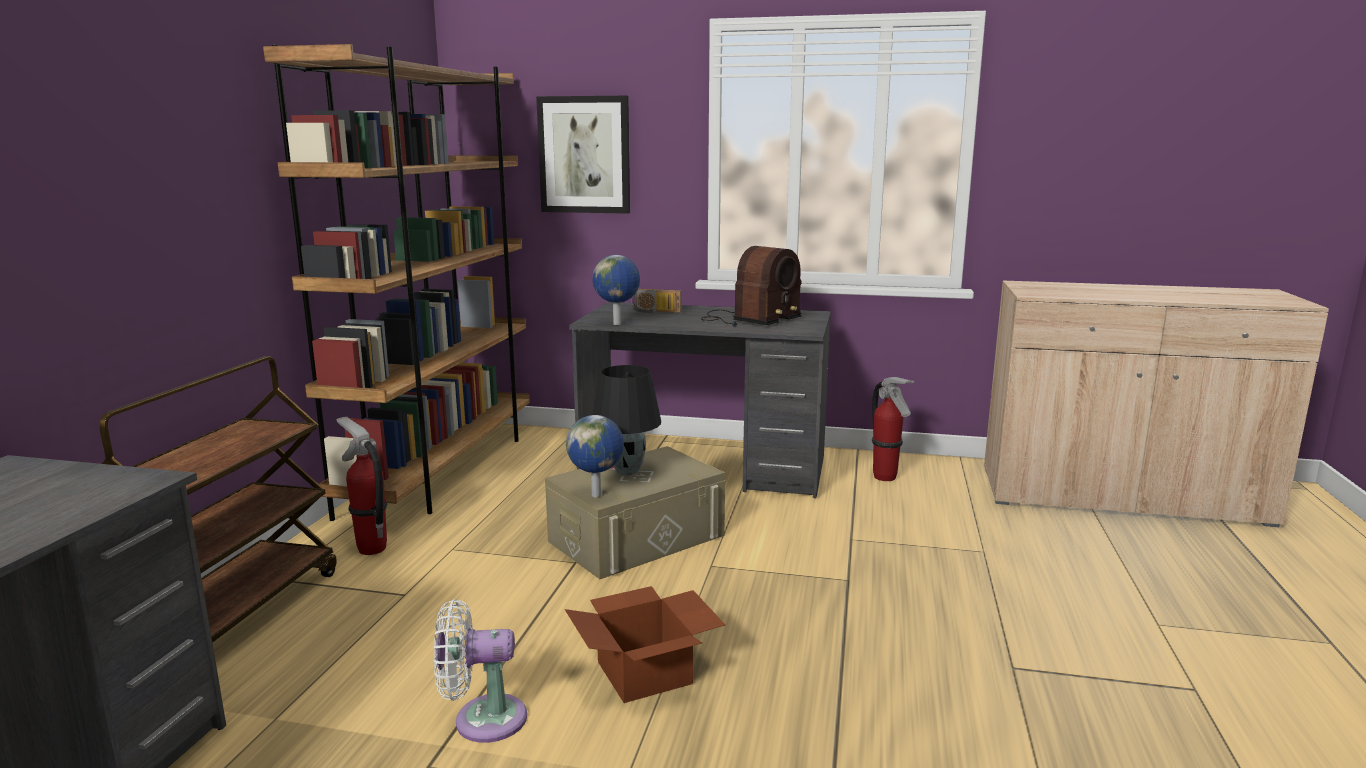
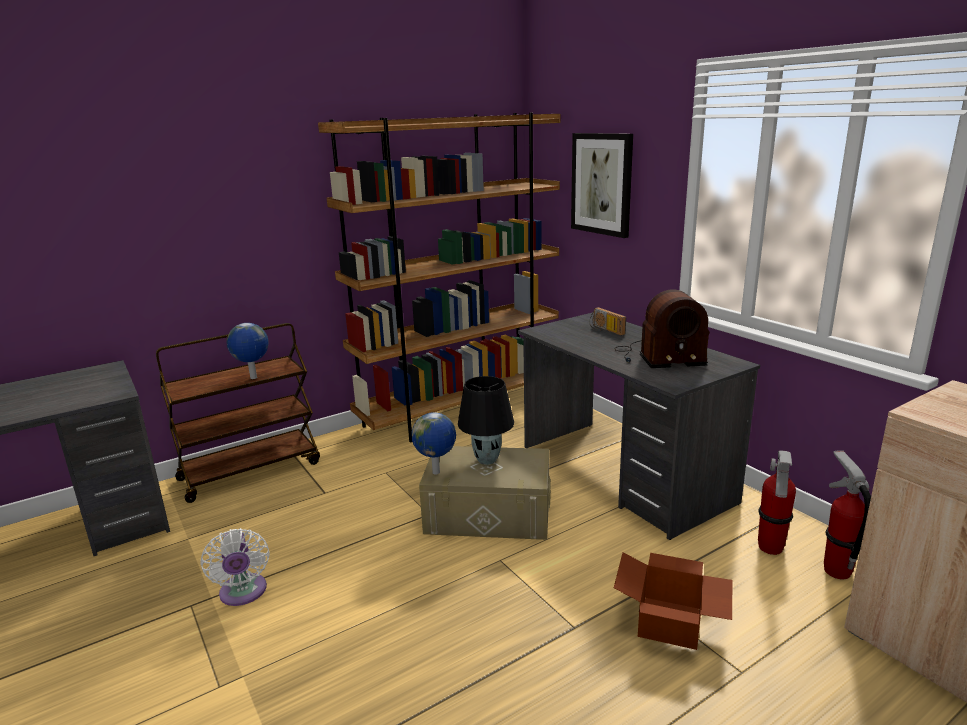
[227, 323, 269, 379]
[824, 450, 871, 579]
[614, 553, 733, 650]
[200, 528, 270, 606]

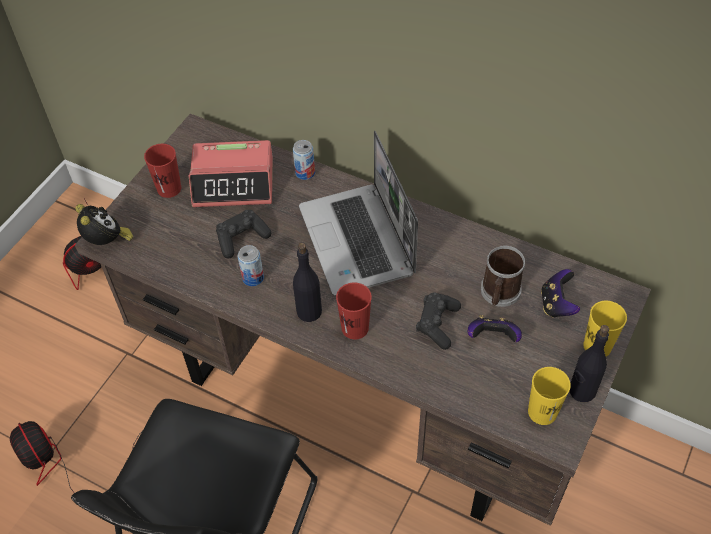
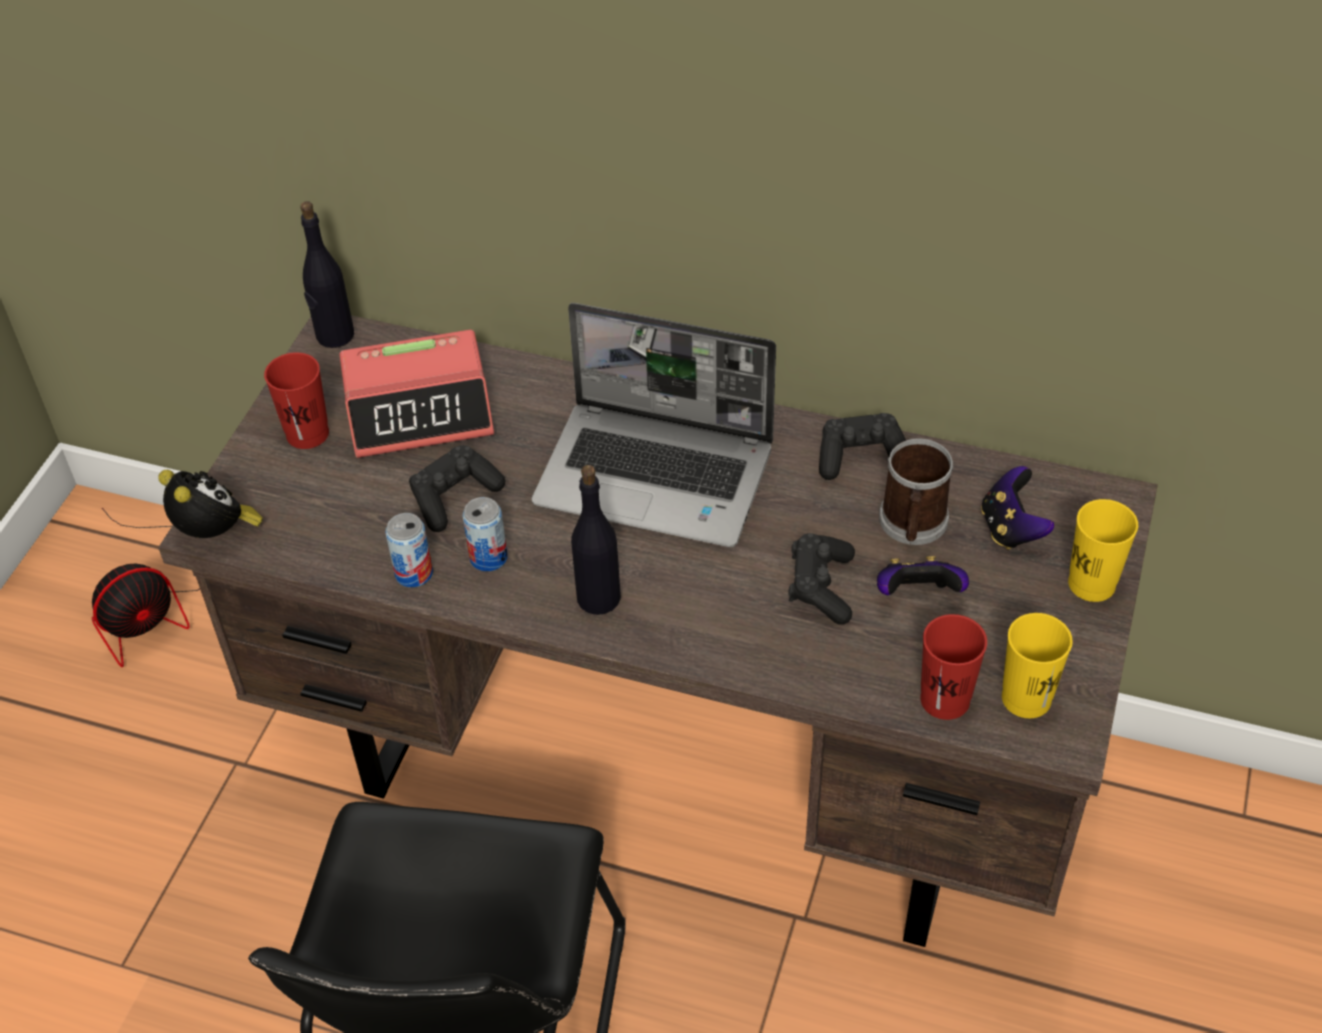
[532, 303, 776, 547]
[385, 513, 433, 587]
[921, 614, 987, 720]
[300, 201, 354, 348]
[10, 421, 142, 493] (first image)
[819, 413, 906, 480]

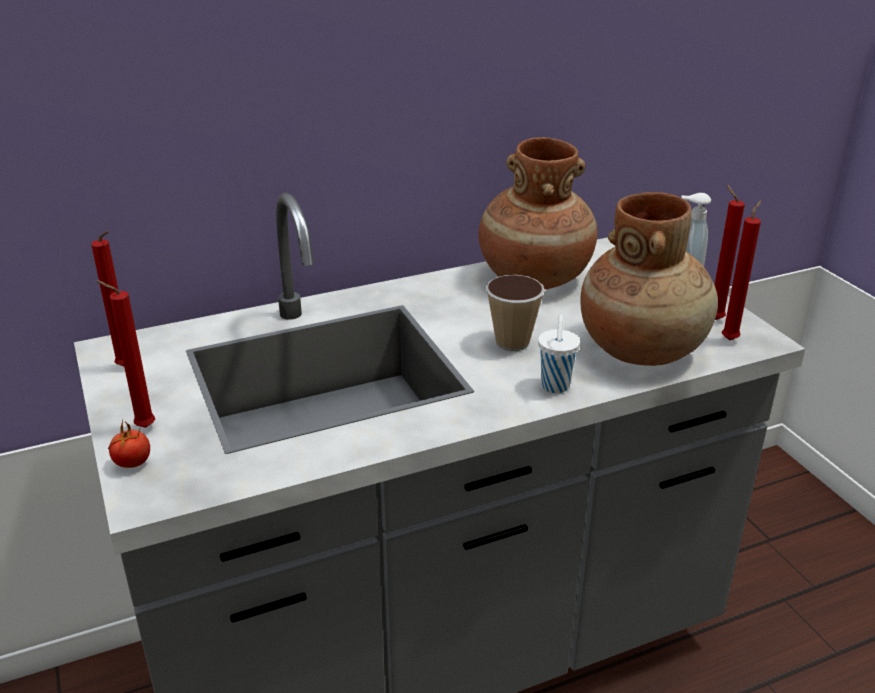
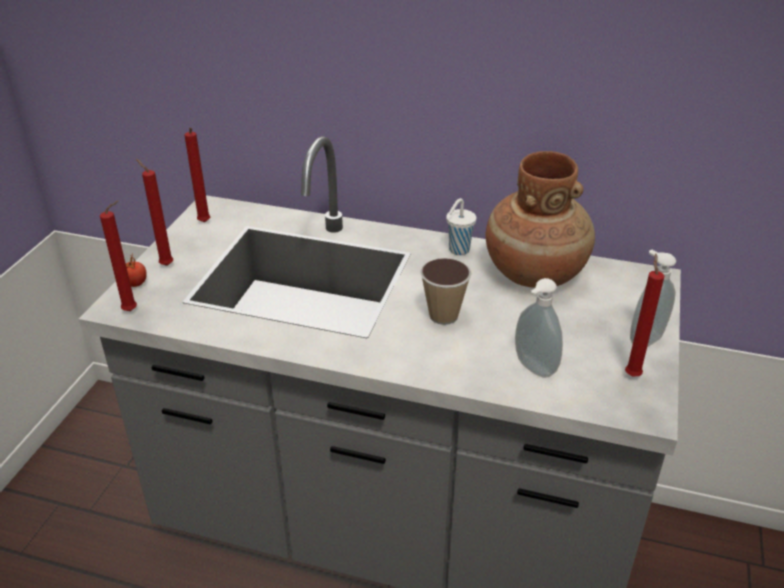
[515, 278, 563, 378]
[100, 201, 137, 311]
[446, 198, 476, 255]

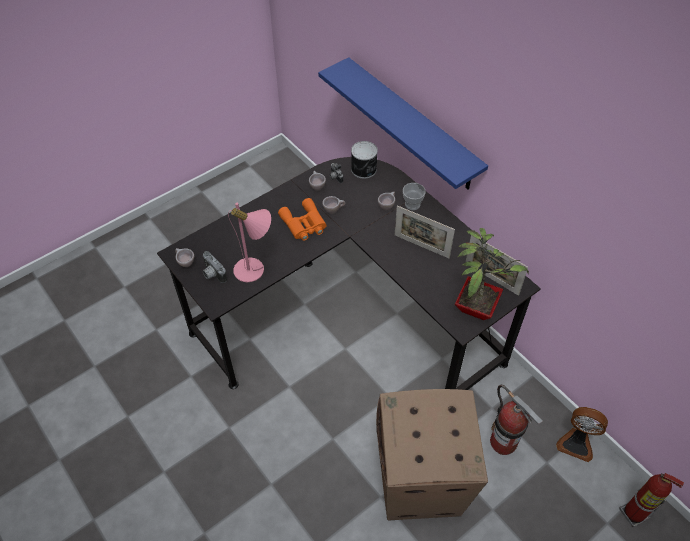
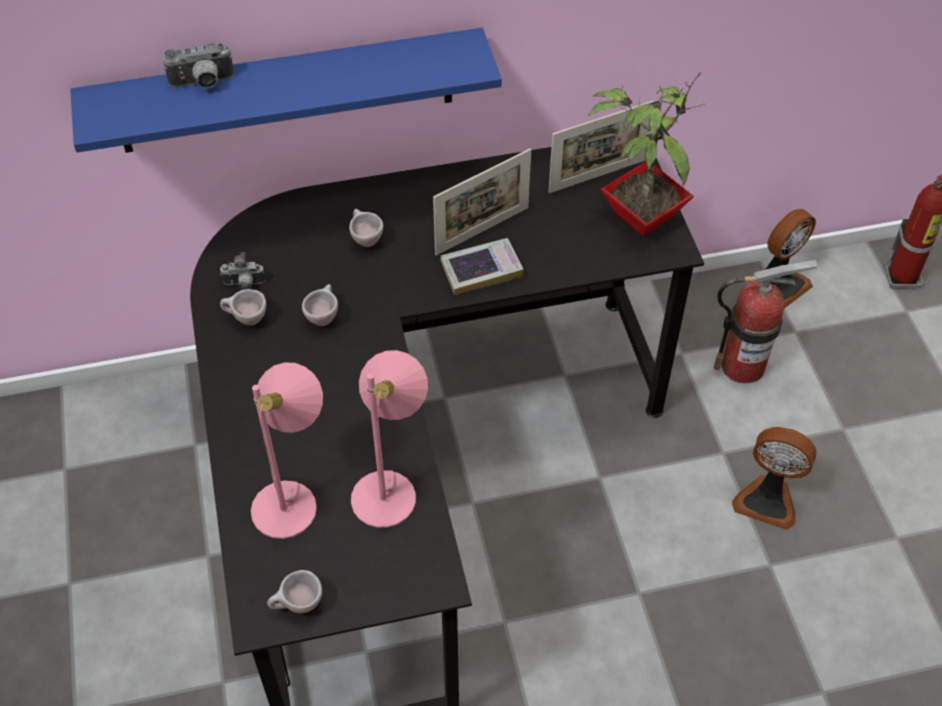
[351, 141, 378, 179] (first image)
[403, 183, 426, 210] (first image)
[278, 198, 327, 241] (first image)
[163, 43, 234, 88]
[732, 427, 816, 530]
[440, 238, 524, 295]
[251, 362, 323, 539]

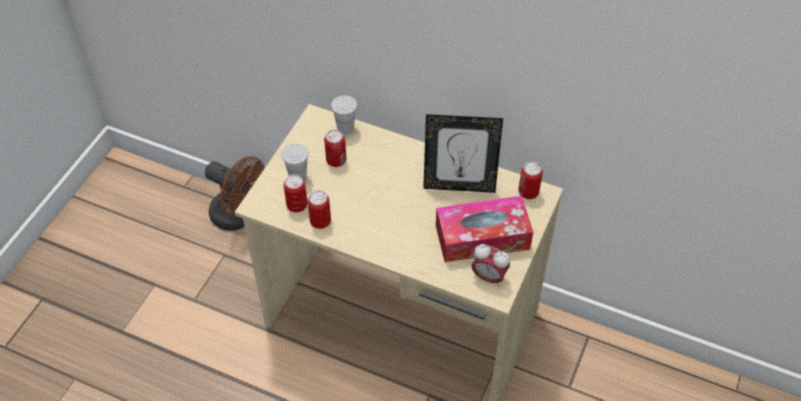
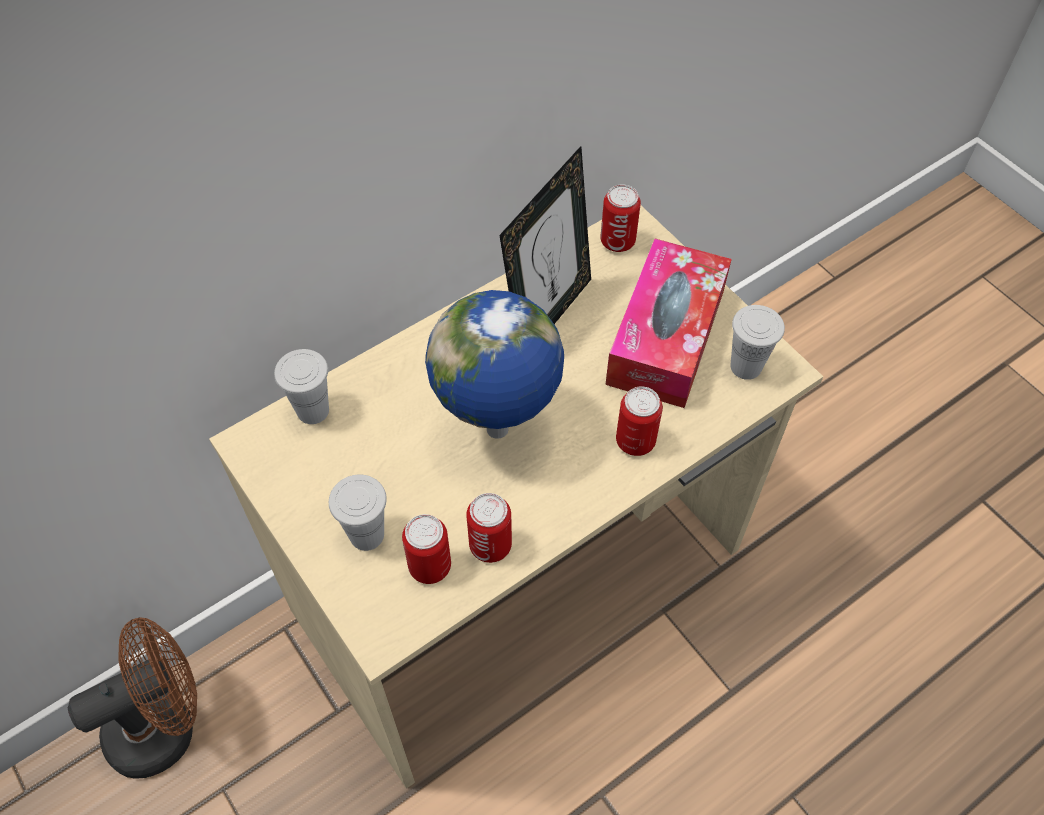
[616, 387, 663, 456]
[730, 305, 785, 380]
[425, 290, 564, 439]

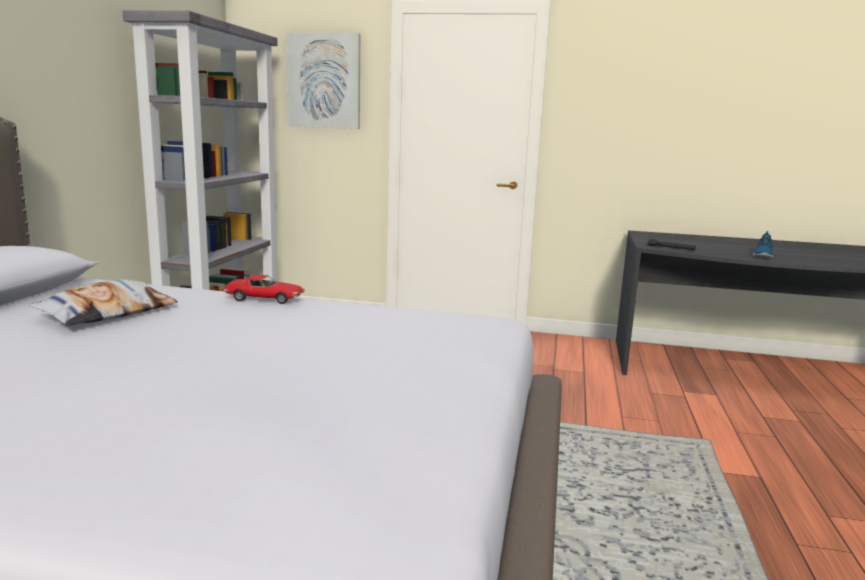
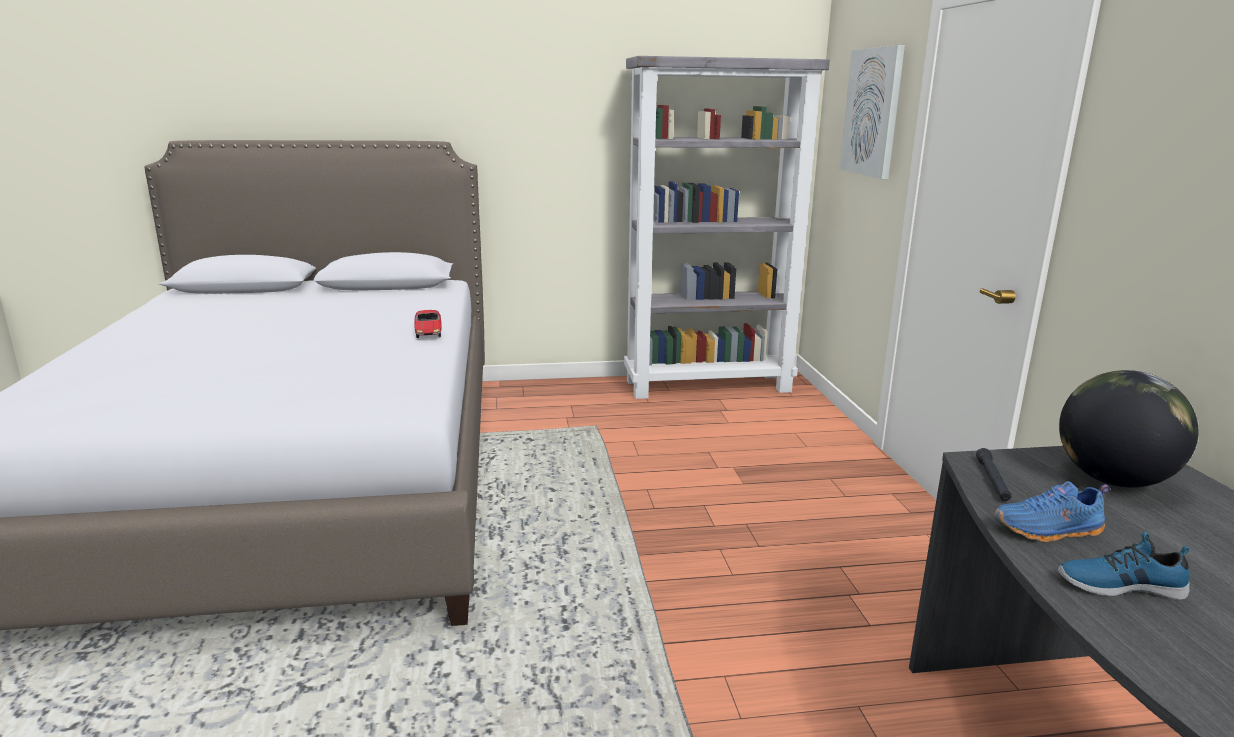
[28, 279, 178, 326] (first image)
[1059, 370, 1198, 488]
[994, 481, 1110, 542]

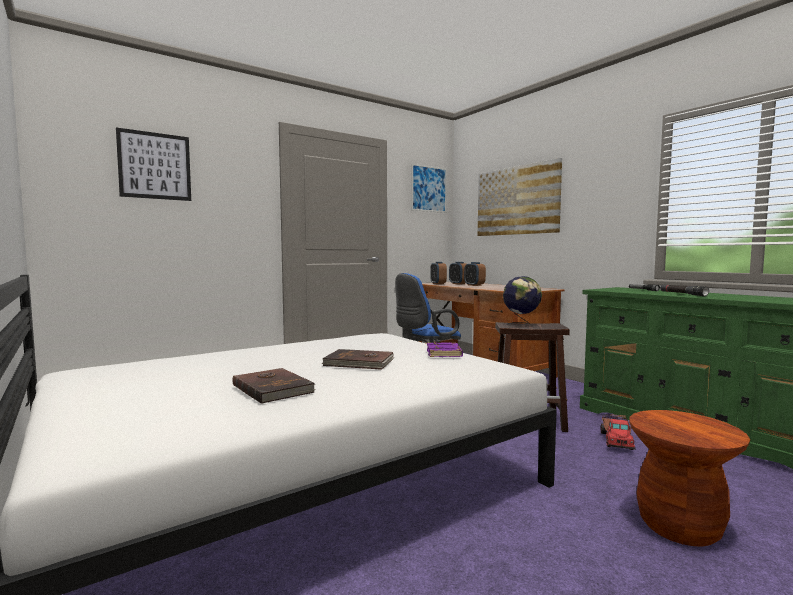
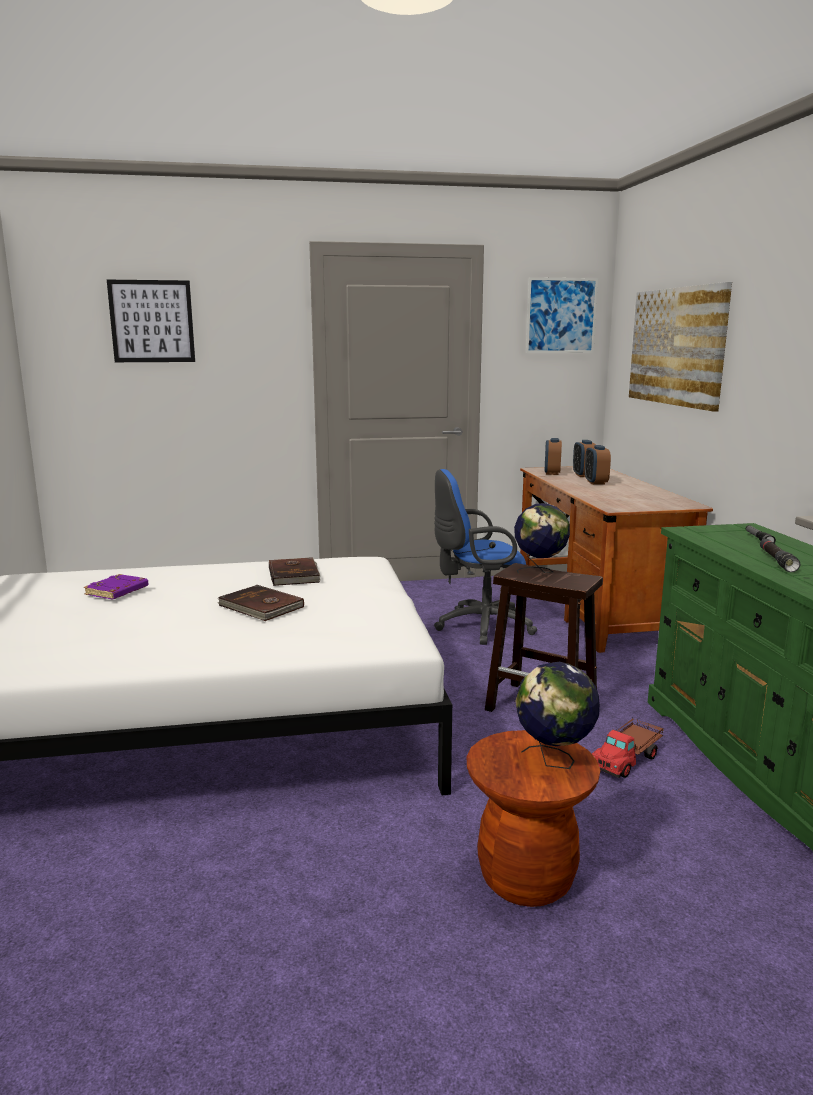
[84, 574, 149, 599]
[269, 557, 320, 586]
[515, 662, 600, 769]

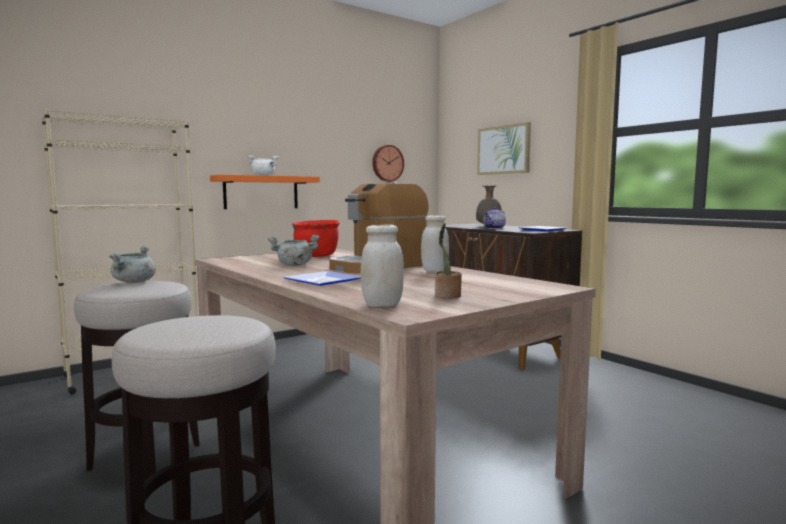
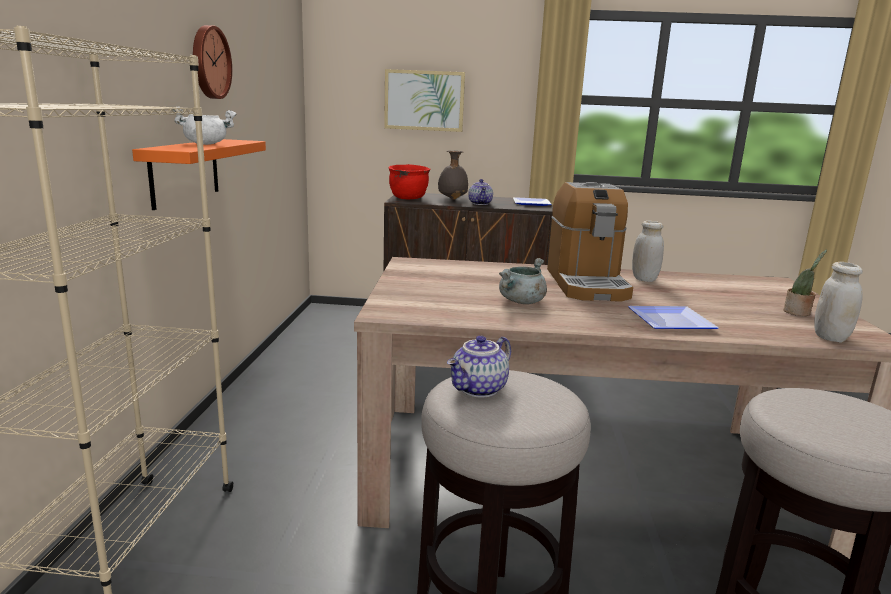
[193, 25, 232, 99]
[388, 164, 430, 199]
[447, 335, 511, 397]

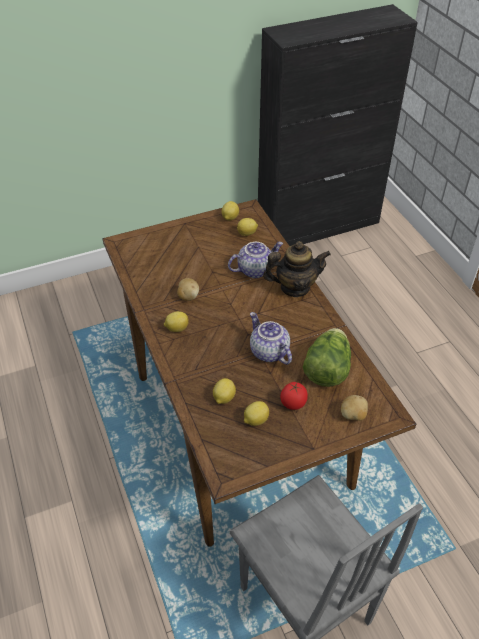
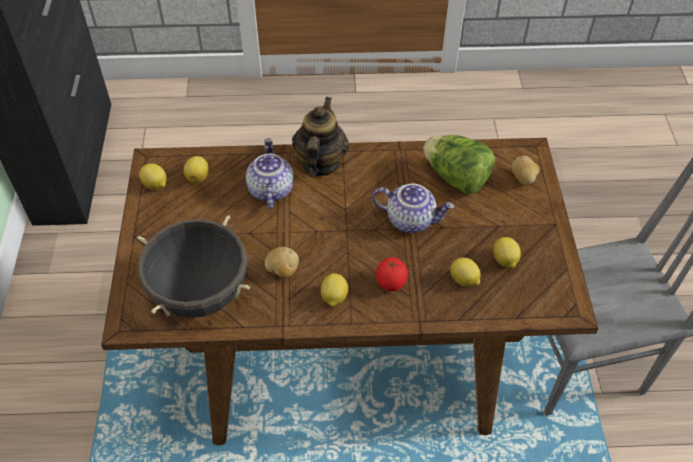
[372, 184, 454, 233]
[376, 257, 408, 292]
[137, 215, 250, 318]

